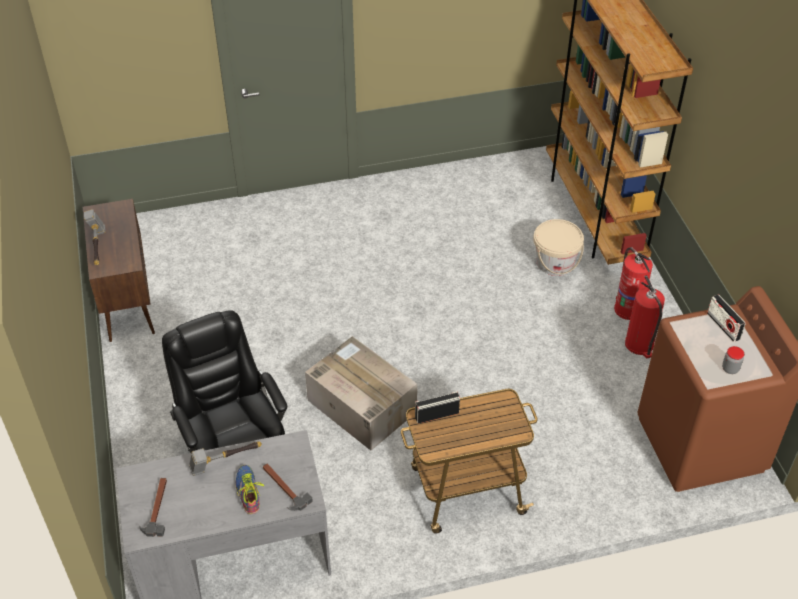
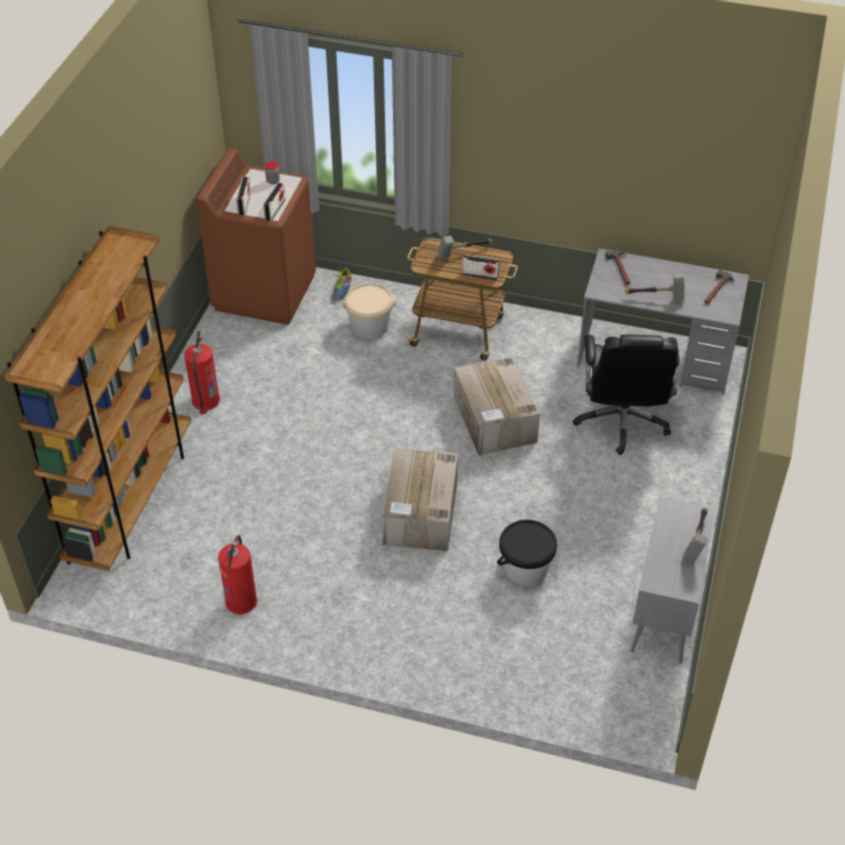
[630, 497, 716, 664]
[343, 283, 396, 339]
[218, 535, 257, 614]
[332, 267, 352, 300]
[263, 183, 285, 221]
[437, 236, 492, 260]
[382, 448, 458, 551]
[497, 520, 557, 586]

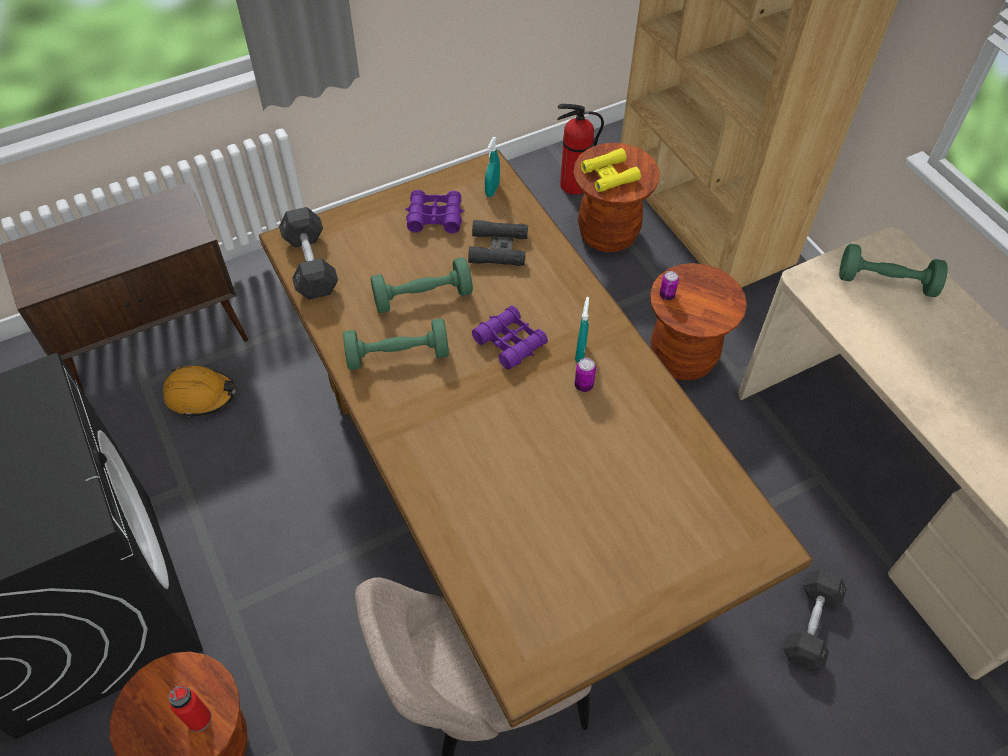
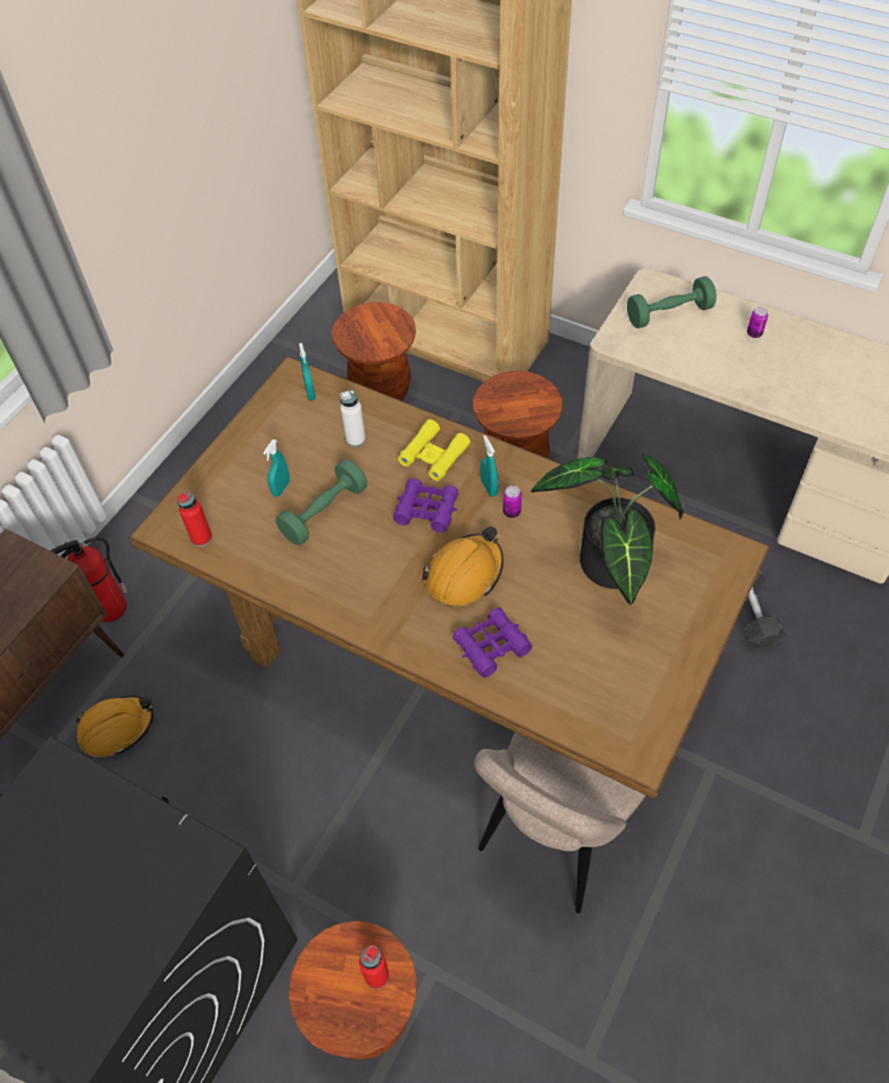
[50, 537, 127, 622]
[398, 419, 470, 481]
[453, 607, 532, 678]
[176, 491, 212, 547]
[340, 390, 366, 447]
[747, 307, 768, 338]
[343, 318, 449, 370] (first image)
[263, 439, 290, 497]
[530, 455, 684, 605]
[422, 526, 504, 606]

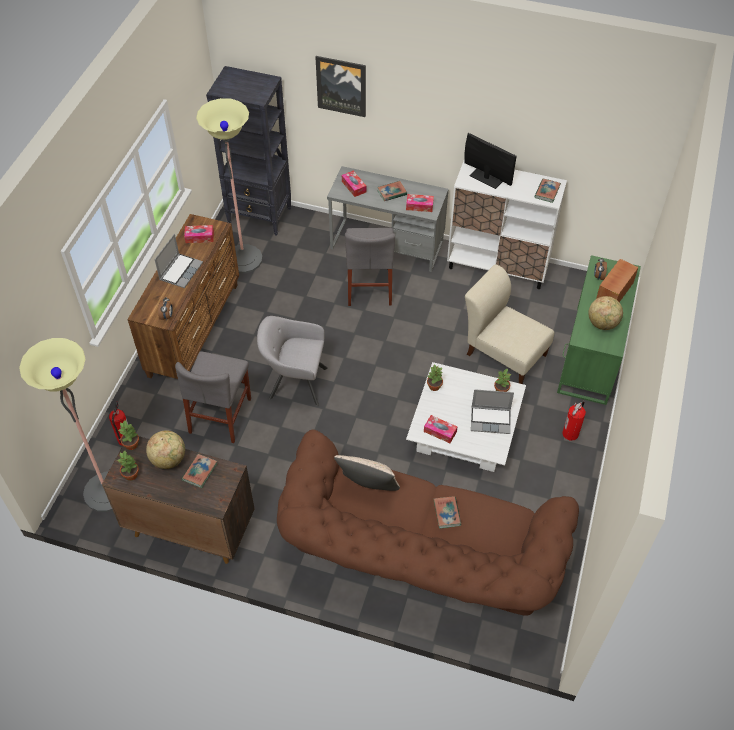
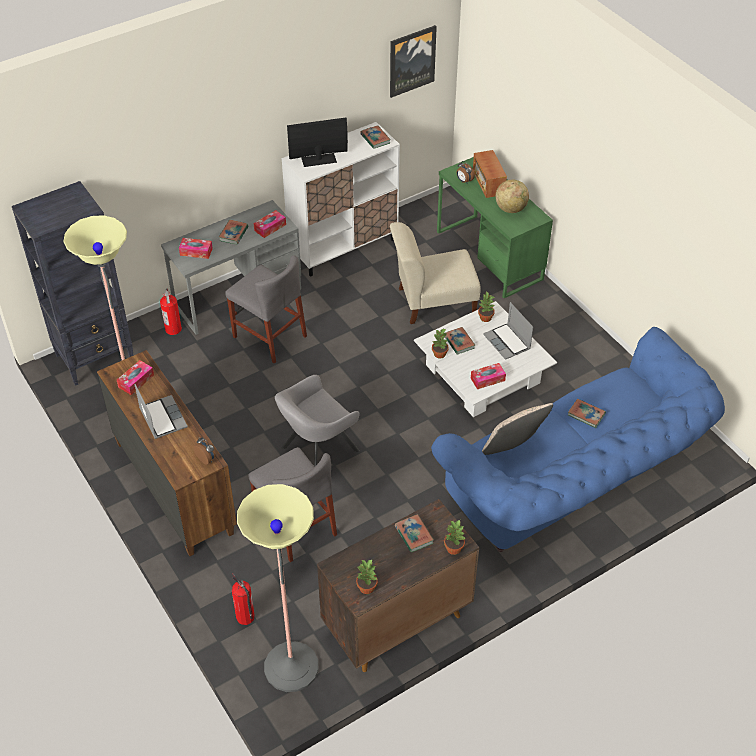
[390, 25, 437, 98]
[483, 302, 533, 360]
[160, 289, 182, 335]
[444, 520, 465, 555]
[146, 430, 185, 469] (first image)
[431, 327, 725, 552]
[445, 327, 475, 354]

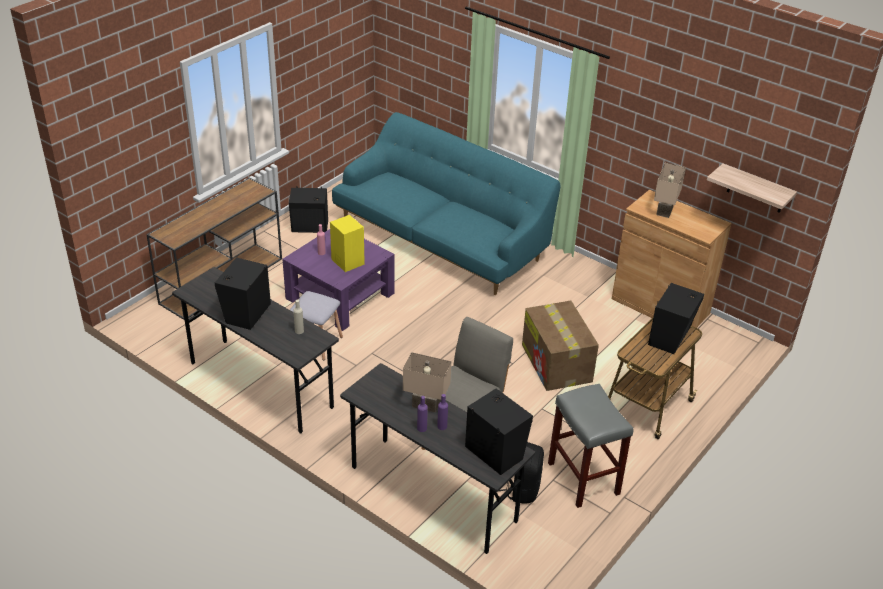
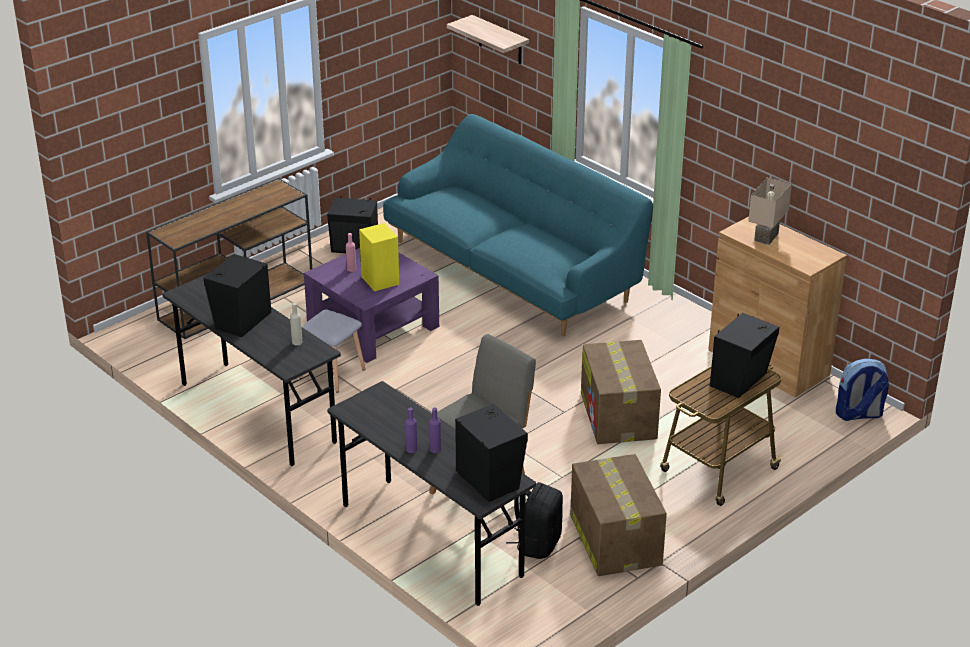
[447, 15, 529, 64]
[403, 352, 451, 413] (first image)
[570, 454, 667, 576]
[836, 358, 889, 421]

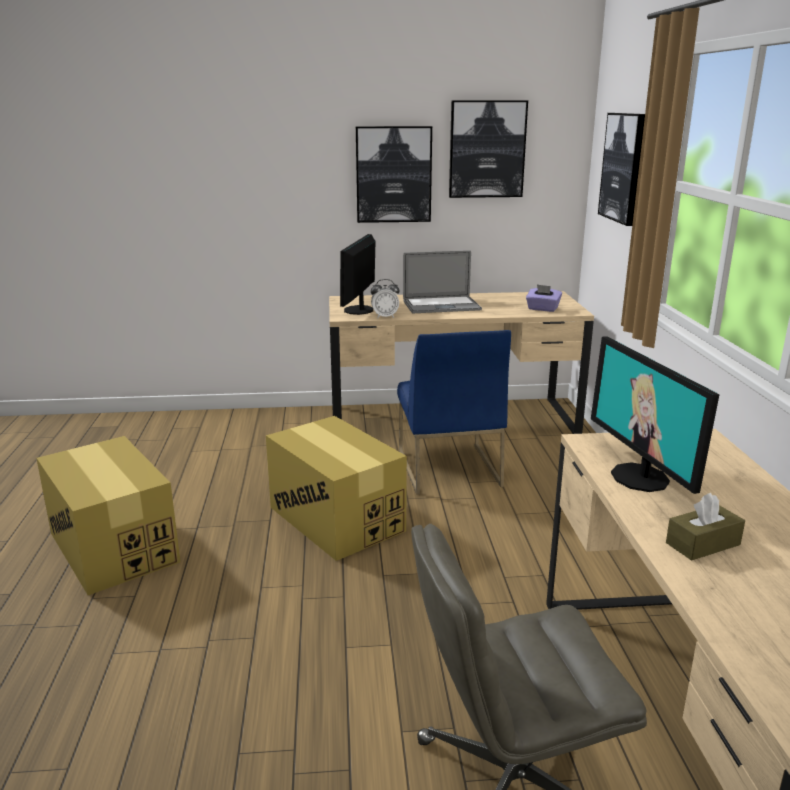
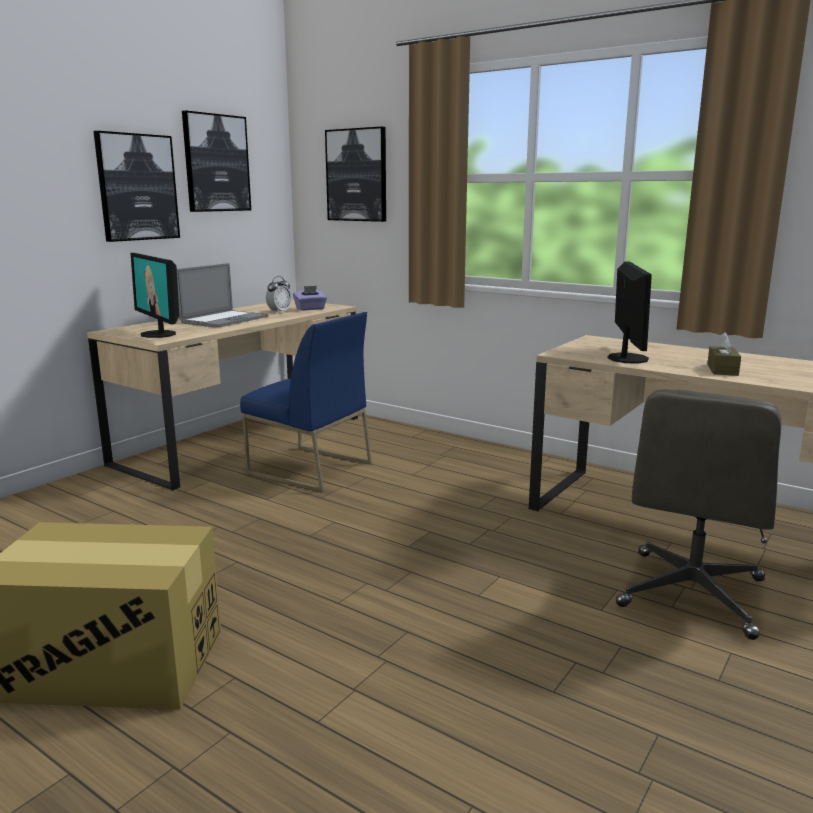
[266, 276, 292, 314]
[607, 261, 652, 364]
[266, 416, 407, 561] (first image)

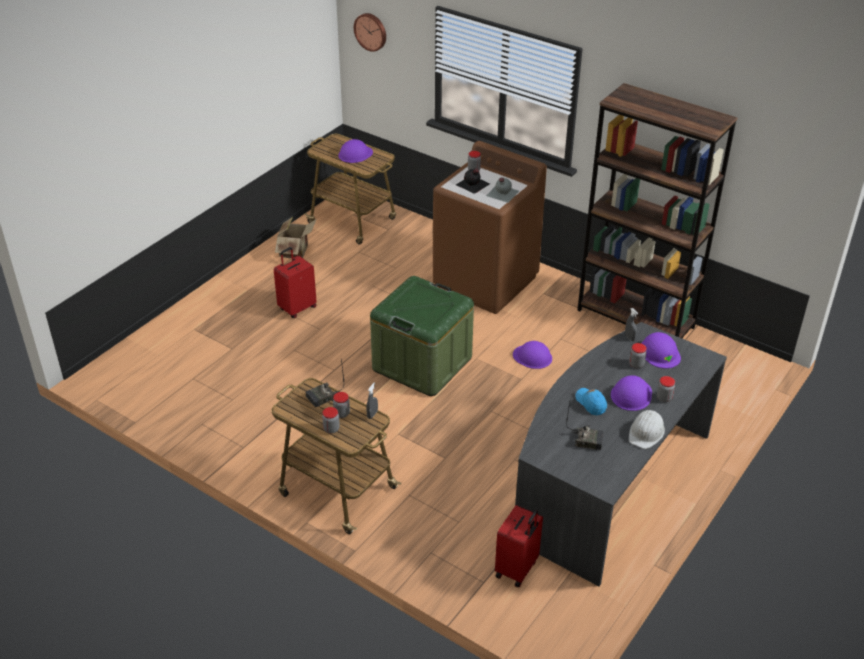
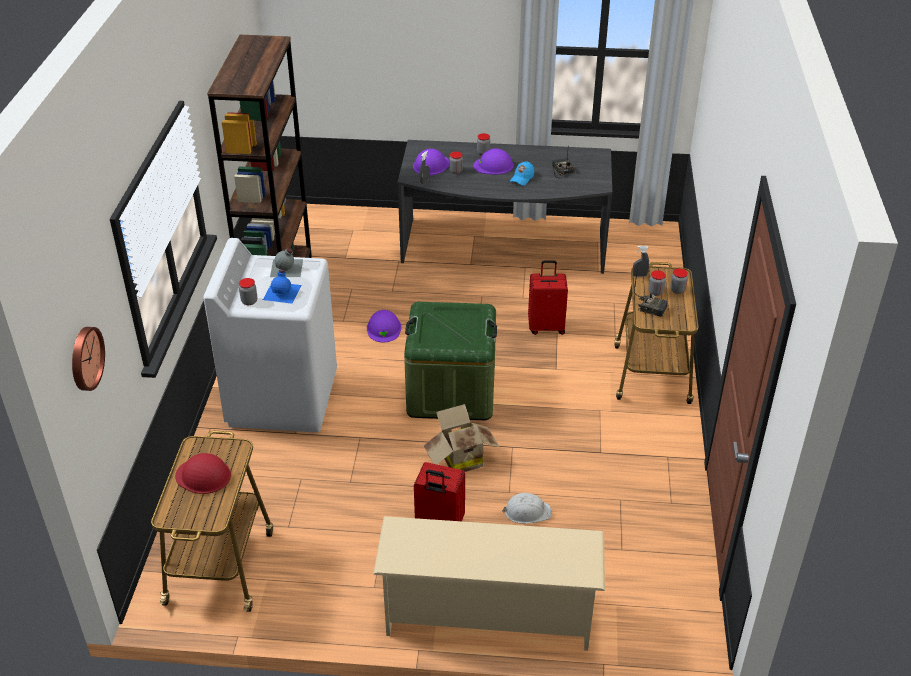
[175, 453, 231, 494]
[203, 238, 337, 433]
[263, 270, 302, 304]
[424, 404, 500, 472]
[502, 493, 551, 524]
[528, 260, 568, 335]
[373, 516, 605, 651]

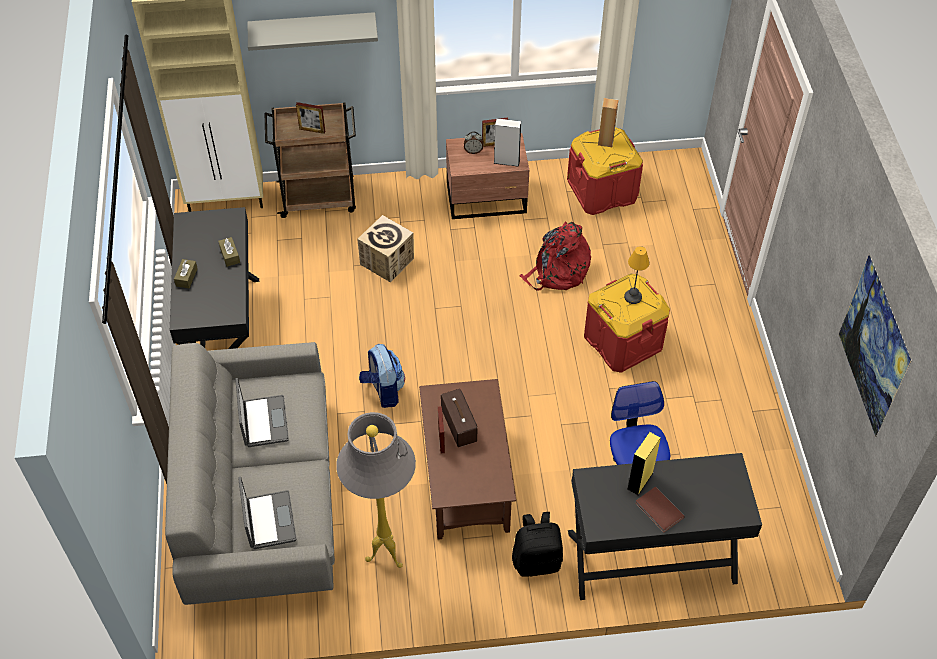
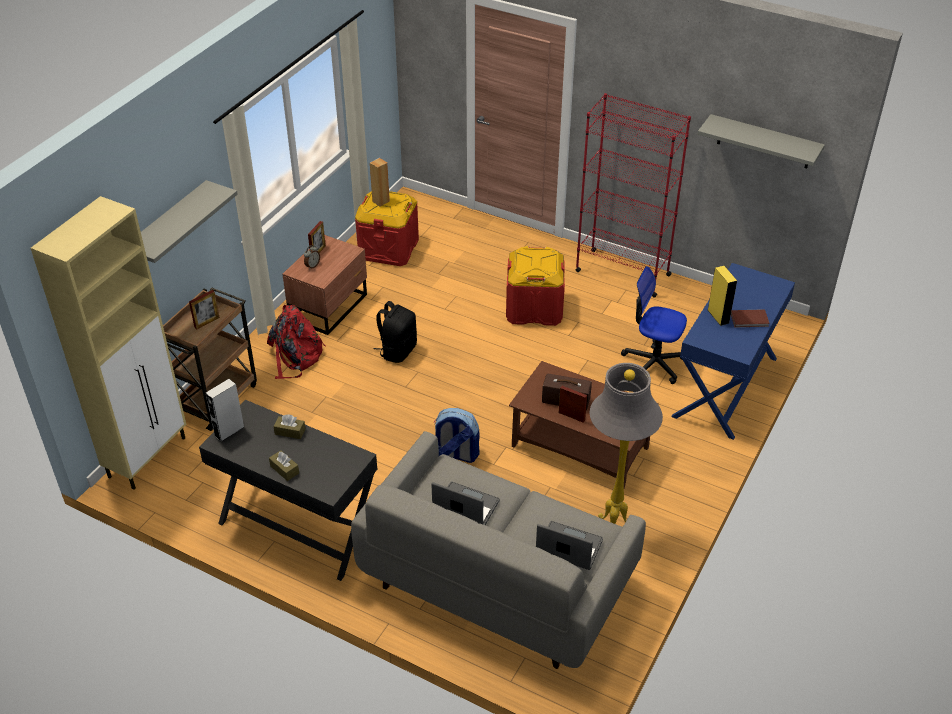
[206, 379, 244, 442]
[357, 215, 414, 283] (first image)
[267, 305, 326, 379]
[624, 246, 649, 304] (first image)
[698, 114, 825, 168]
[671, 263, 795, 440]
[374, 301, 417, 363]
[576, 93, 691, 298]

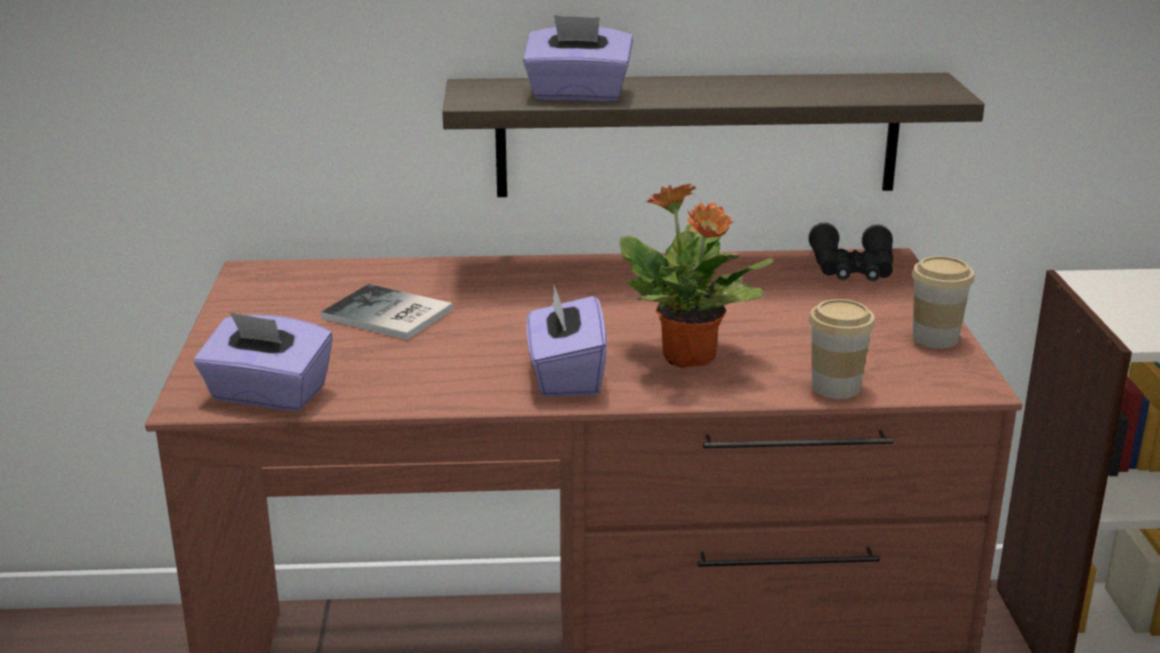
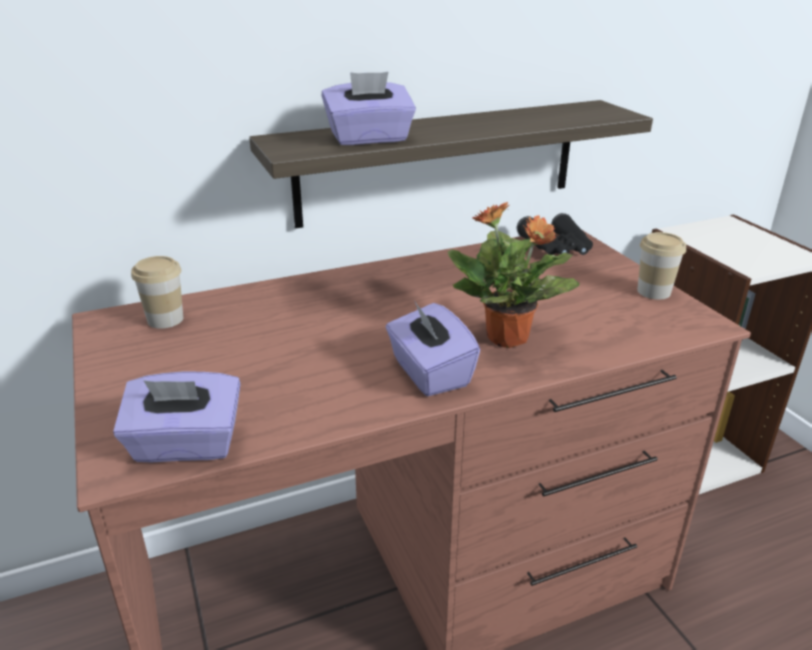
[321, 284, 453, 340] (first image)
[131, 256, 183, 329]

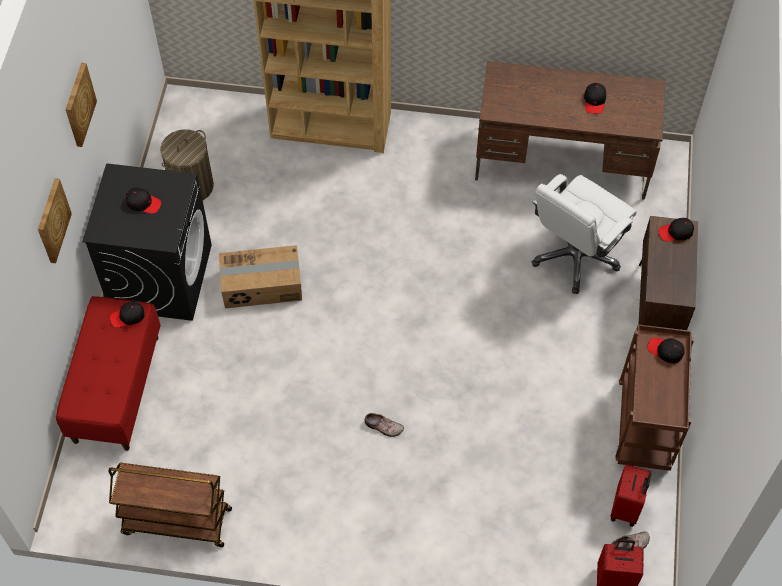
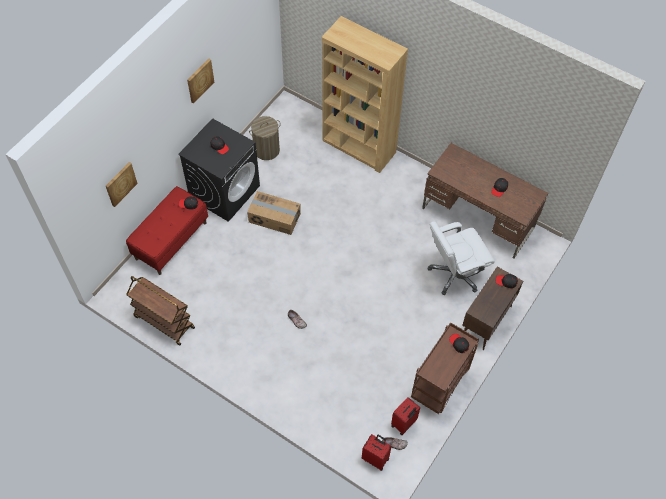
[106, 162, 138, 207]

